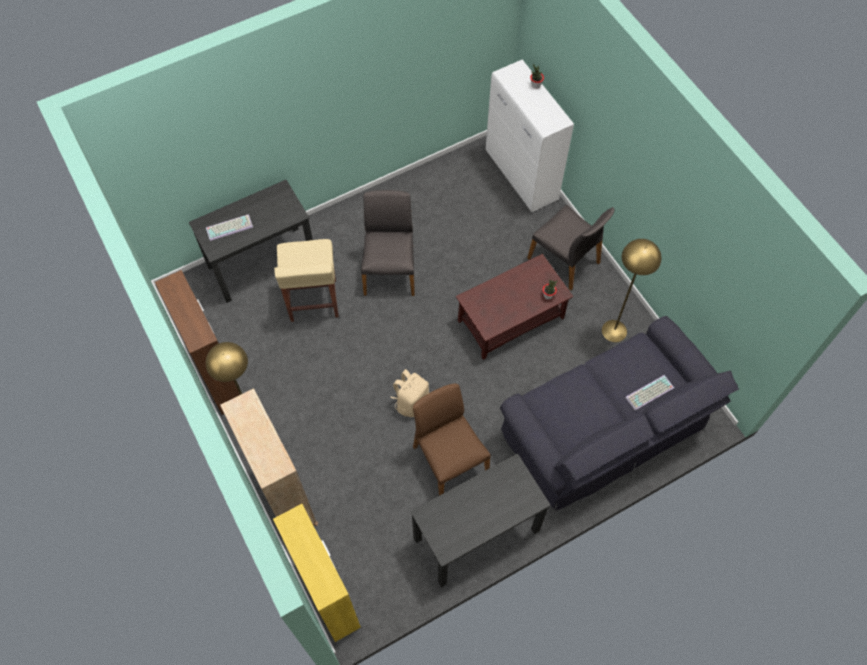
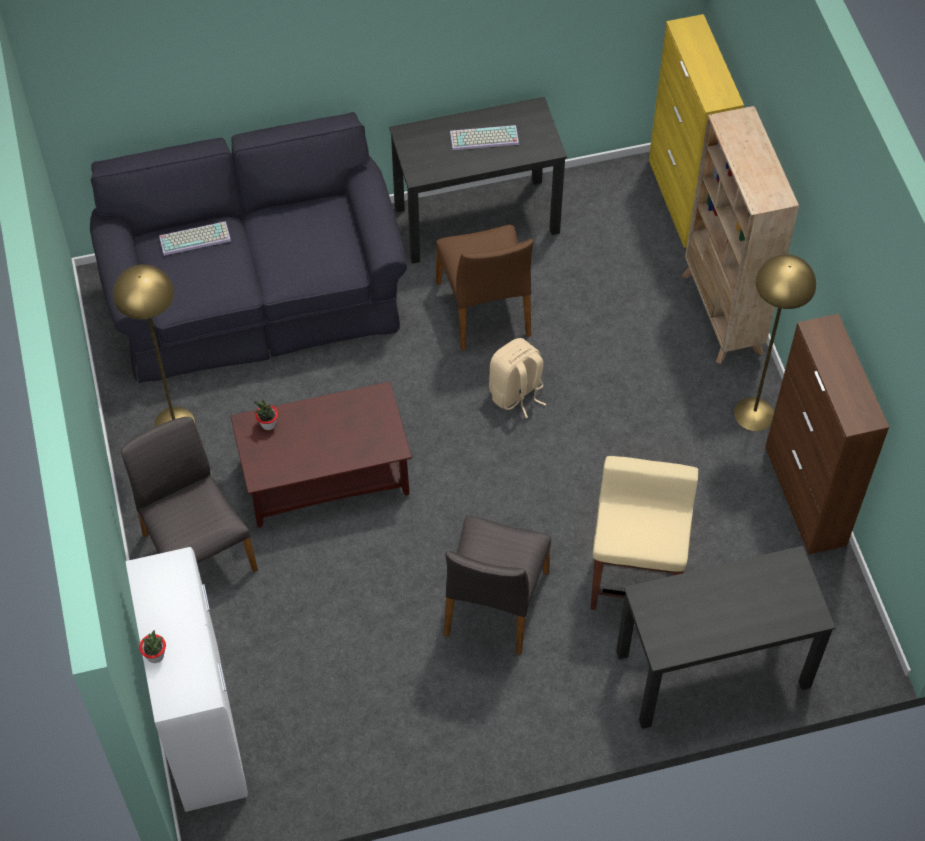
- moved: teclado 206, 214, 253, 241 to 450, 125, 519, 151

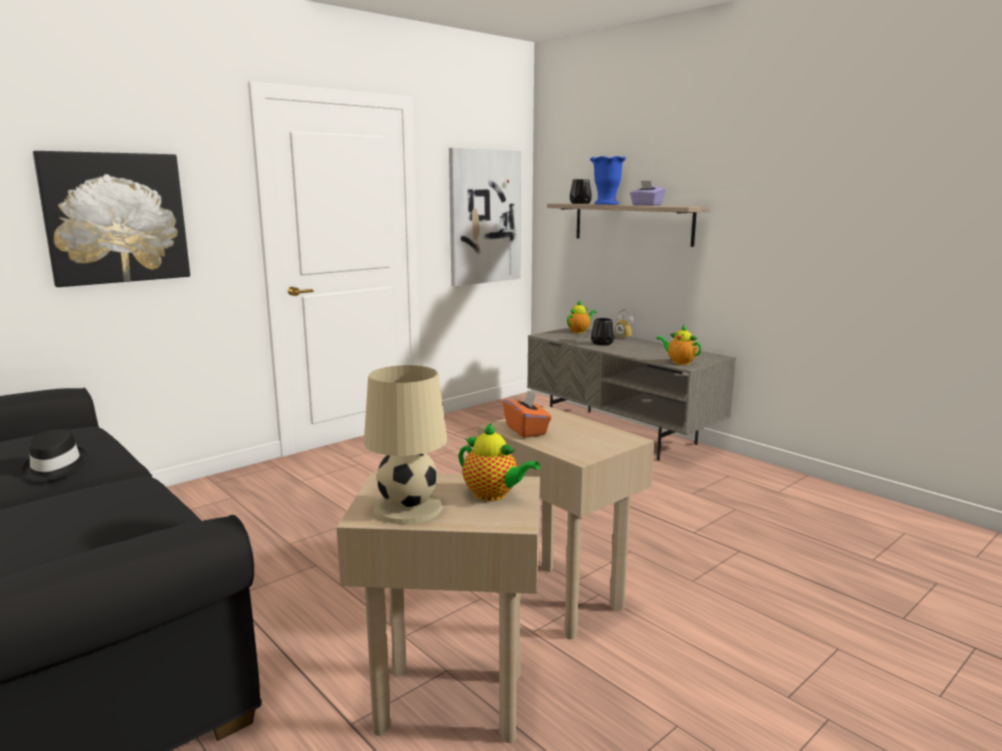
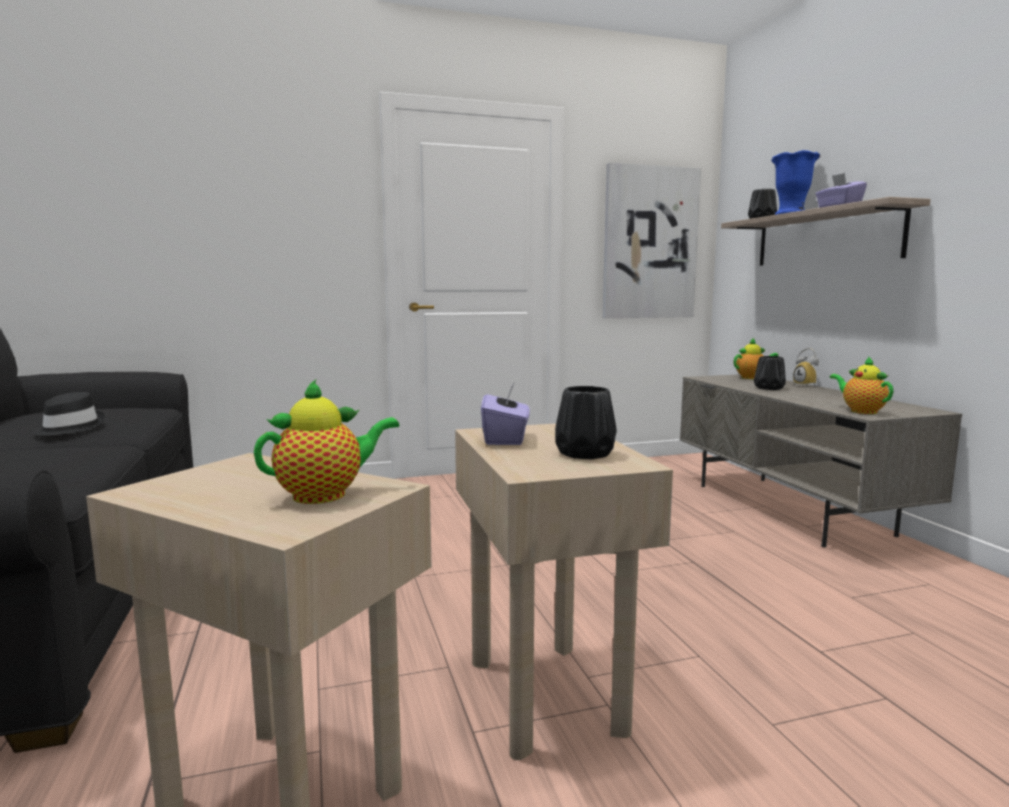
- removed: cuadro 33, 151, 190, 287
- removed: lámpara de mesa/beis 364, 365, 447, 524
- added: florero/negro 555, 386, 617, 459
- recoloured: caja de pañuelos/naranja 503, 390, 552, 438 to caja de pañuelos/morado 481, 382, 530, 445
- turned: tetera 459, 423, 540, 501 = 254, 380, 399, 504 90 degrees counterclockwise

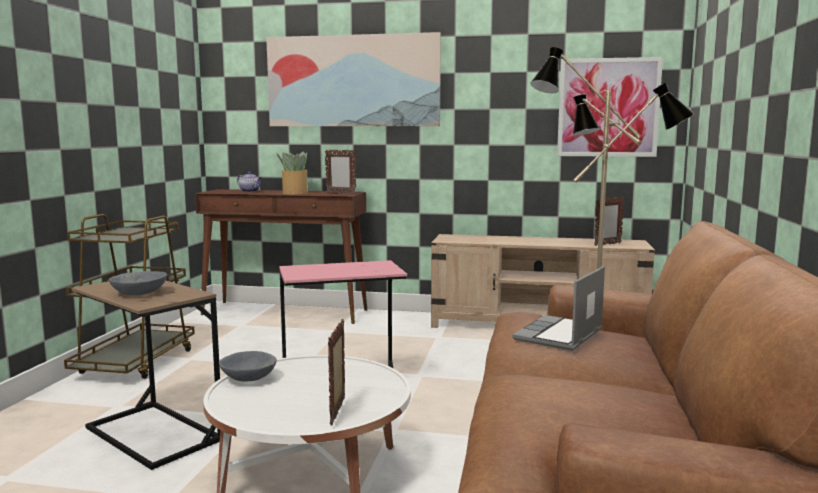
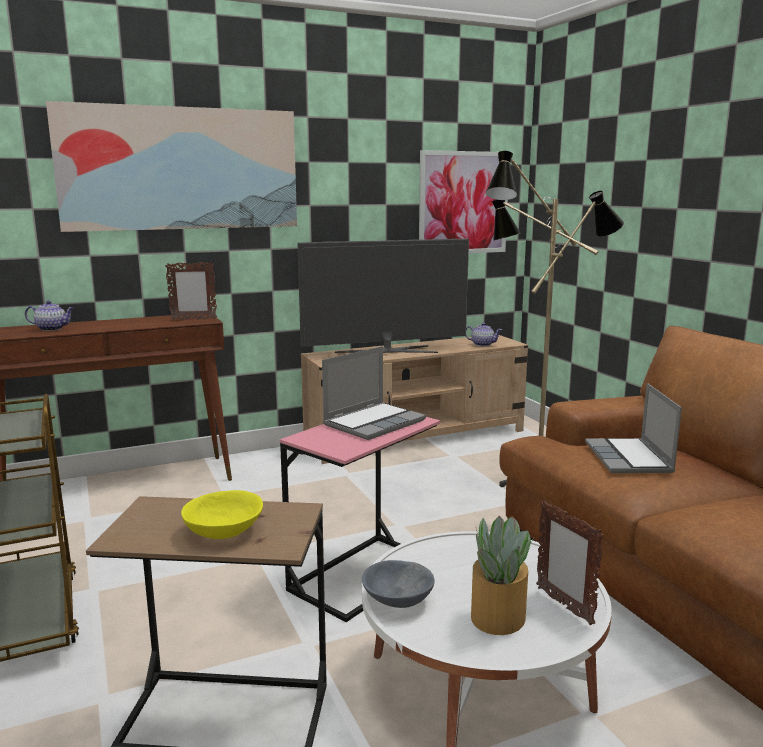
- added: televisor 297, 239, 469, 353
- added: portátil 322, 346, 426, 440
- moved: planta en maceta 277, 152, 308, 194 to 471, 516, 532, 635
- replaced: portarretratos 594, 197, 624, 246 to tetera 465, 323, 502, 346
- recoloured: cuenco/gris 109, 271, 167, 295 to cuenco/amarillo 181, 490, 263, 539

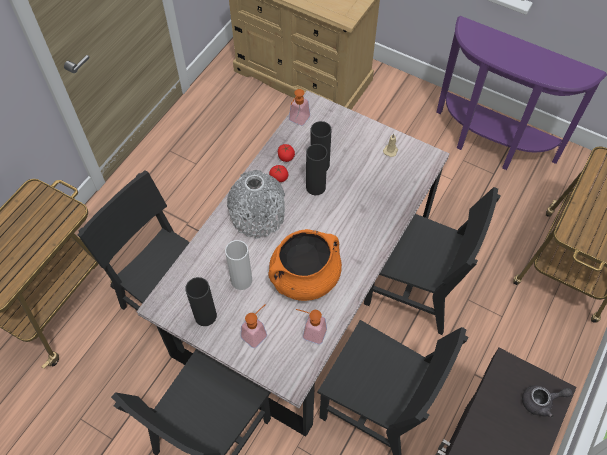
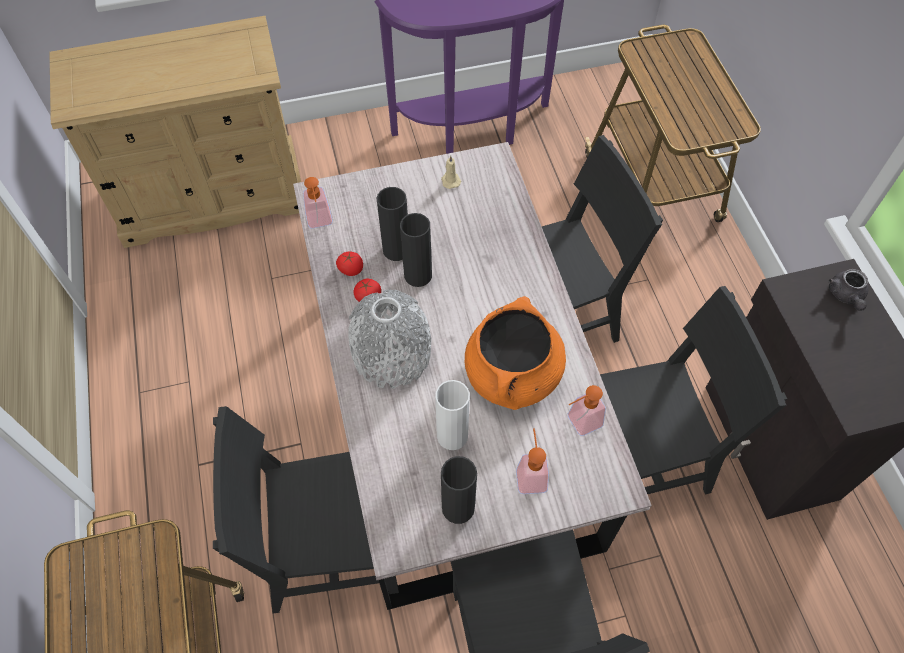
- turned: tetera/gris 522, 385, 572, 418 = 828, 269, 869, 311 150 degrees clockwise

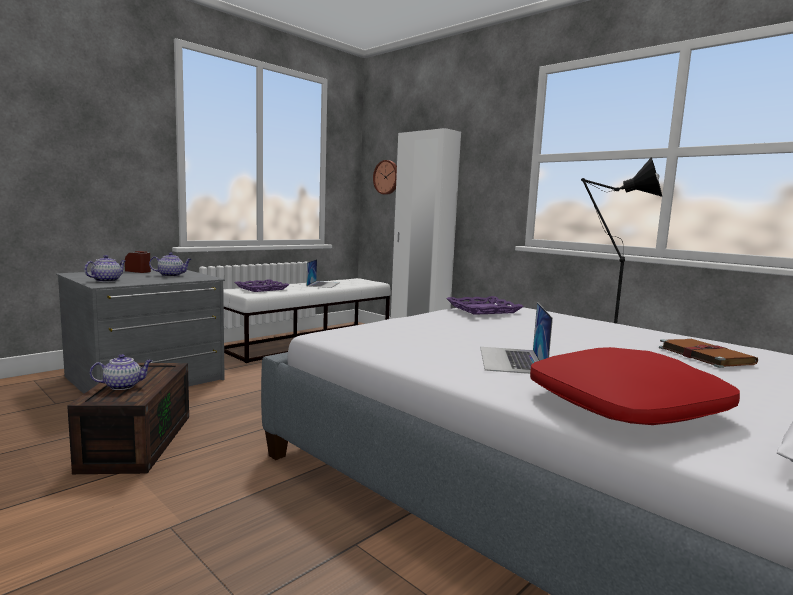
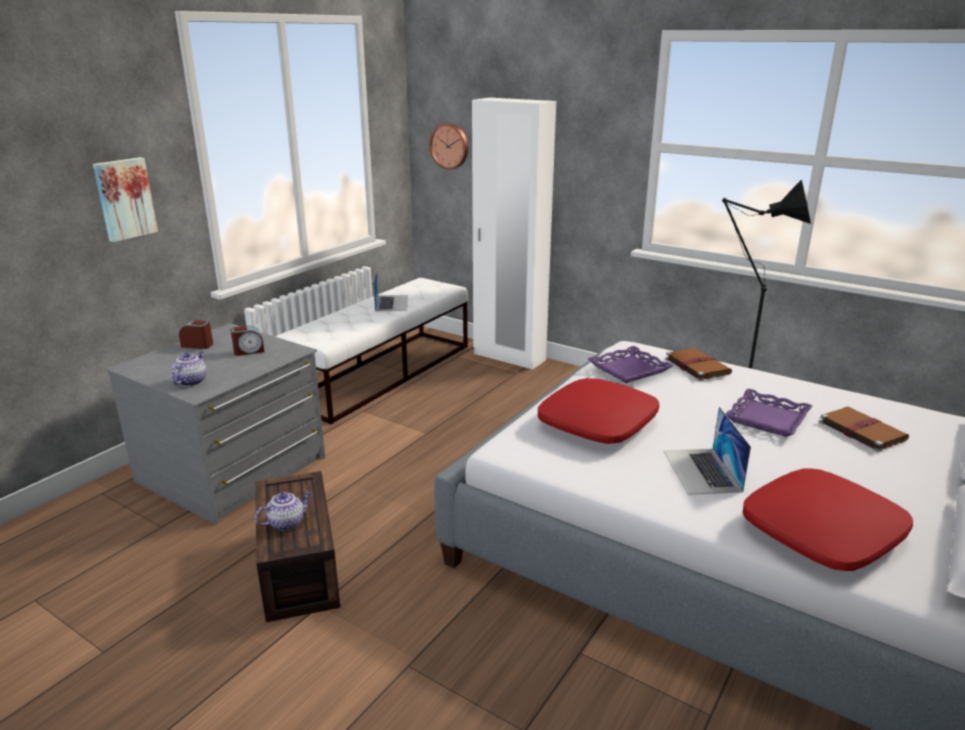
- added: cuadro 93, 157, 158, 242
- added: cojín/rojo 538, 378, 659, 444
- added: libro/marrón 665, 348, 732, 381
- moved: bandeja/morado 234, 279, 289, 292 to 726, 389, 812, 437
- replaced: tetera 149, 252, 192, 277 to despertador 230, 326, 264, 356

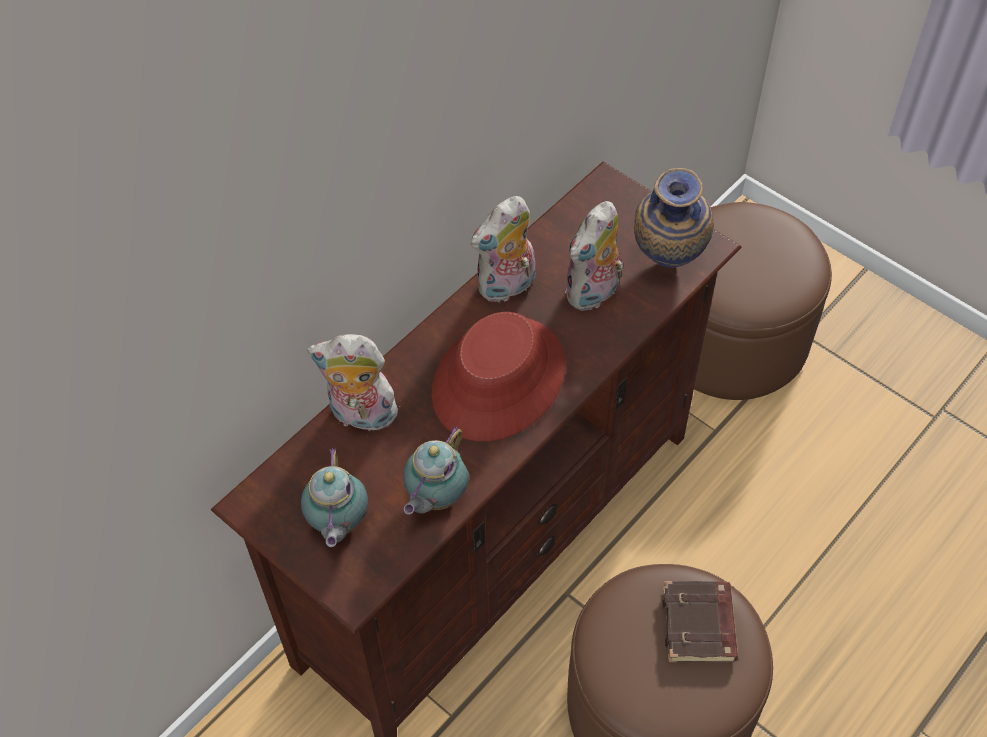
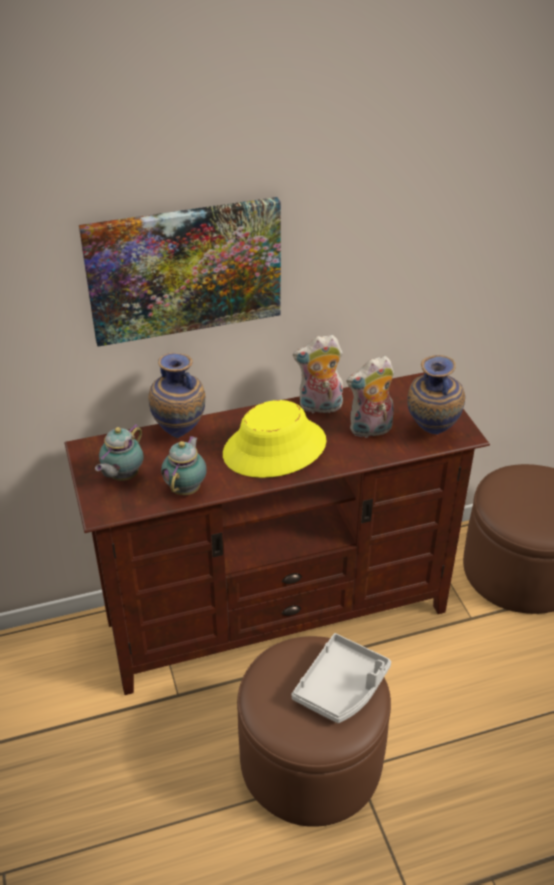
- added: cuadro 79, 197, 281, 347
- replaced: peluche 307, 334, 401, 436 to florero 148, 353, 205, 438
- replaced: libro/marrón 662, 581, 738, 662 to bandeja/gris 292, 633, 391, 723
- recoloured: sombrero/rojo 432, 312, 565, 441 to sombrero/amarillo 223, 400, 327, 478
- turned: tetera 403, 426, 469, 515 = 161, 436, 207, 495 135 degrees clockwise

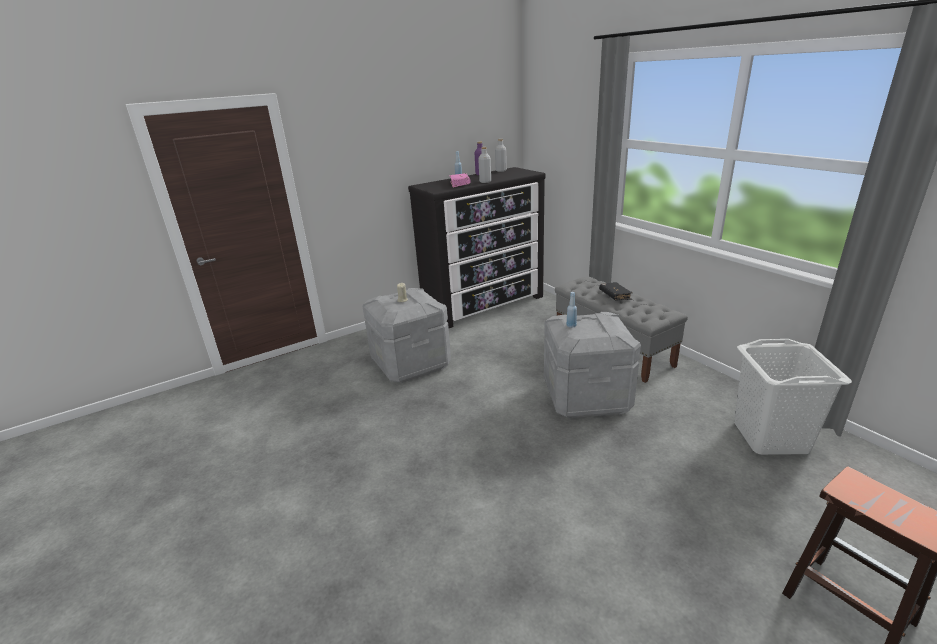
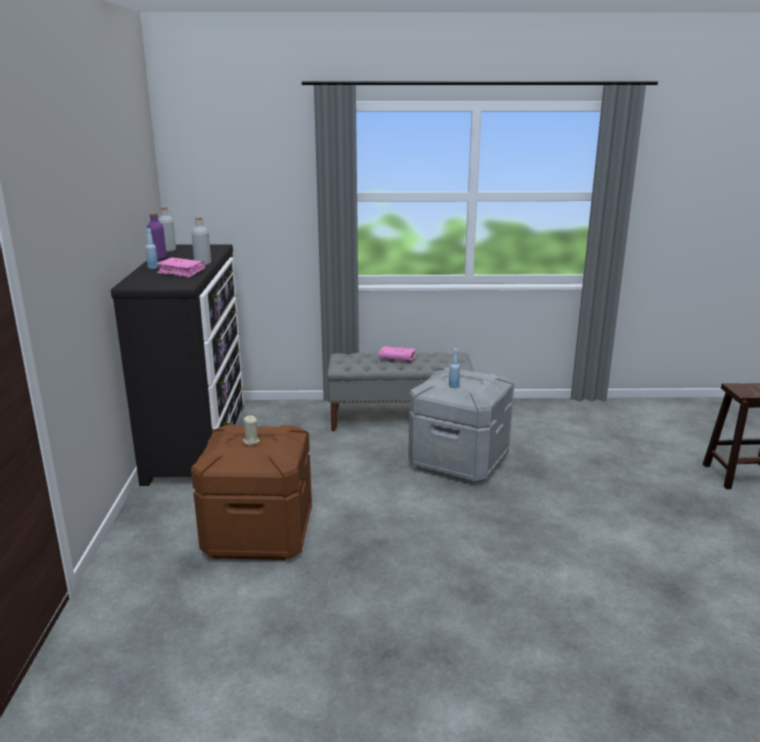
- removed: cesto de la ropa/blanco 734, 339, 852, 455
- recoloured: caja de almacenaje/gris 363, 288, 451, 383 to caja de almacenaje/marrón 191, 424, 312, 560
- recoloured: libro/negro 599, 282, 633, 300 to libro/rosa 378, 346, 416, 361

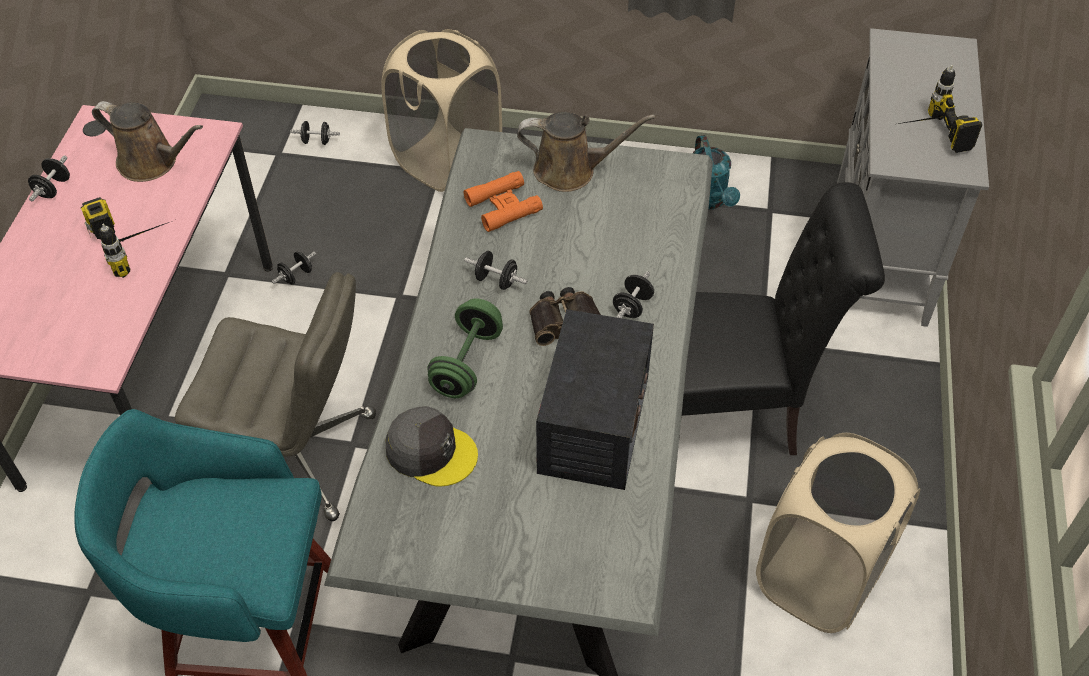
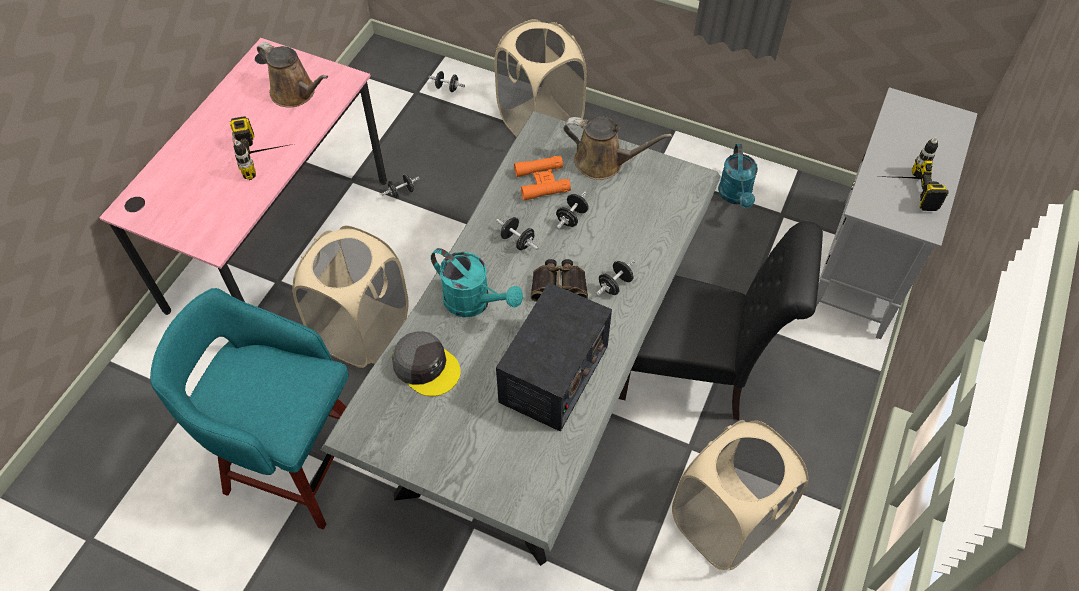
- moved: mancuerna/negro 28, 156, 70, 201 to 556, 192, 589, 229
- replaced: silla de oficina/gris 175, 272, 376, 521 to cesto de la ropa/beis 292, 225, 409, 368
- replaced: mancuerna/verde 427, 298, 503, 398 to regadera/turquesa 431, 248, 523, 317

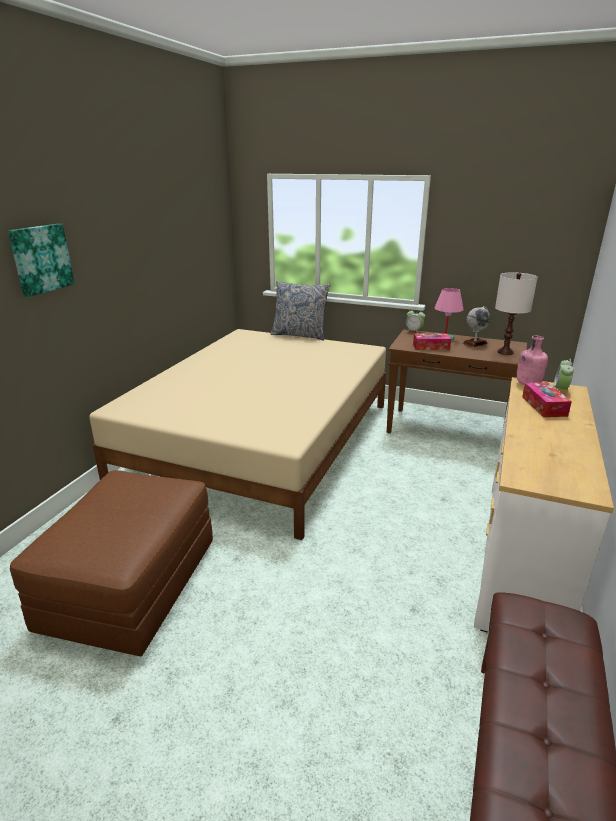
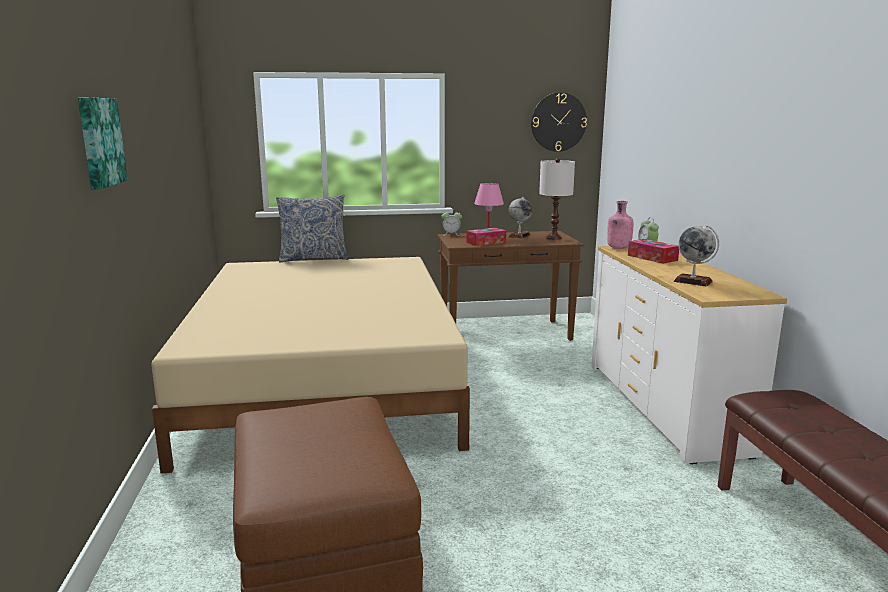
- added: reloj de pared 531, 93, 587, 152
- added: globo terráqueo 673, 225, 719, 287

